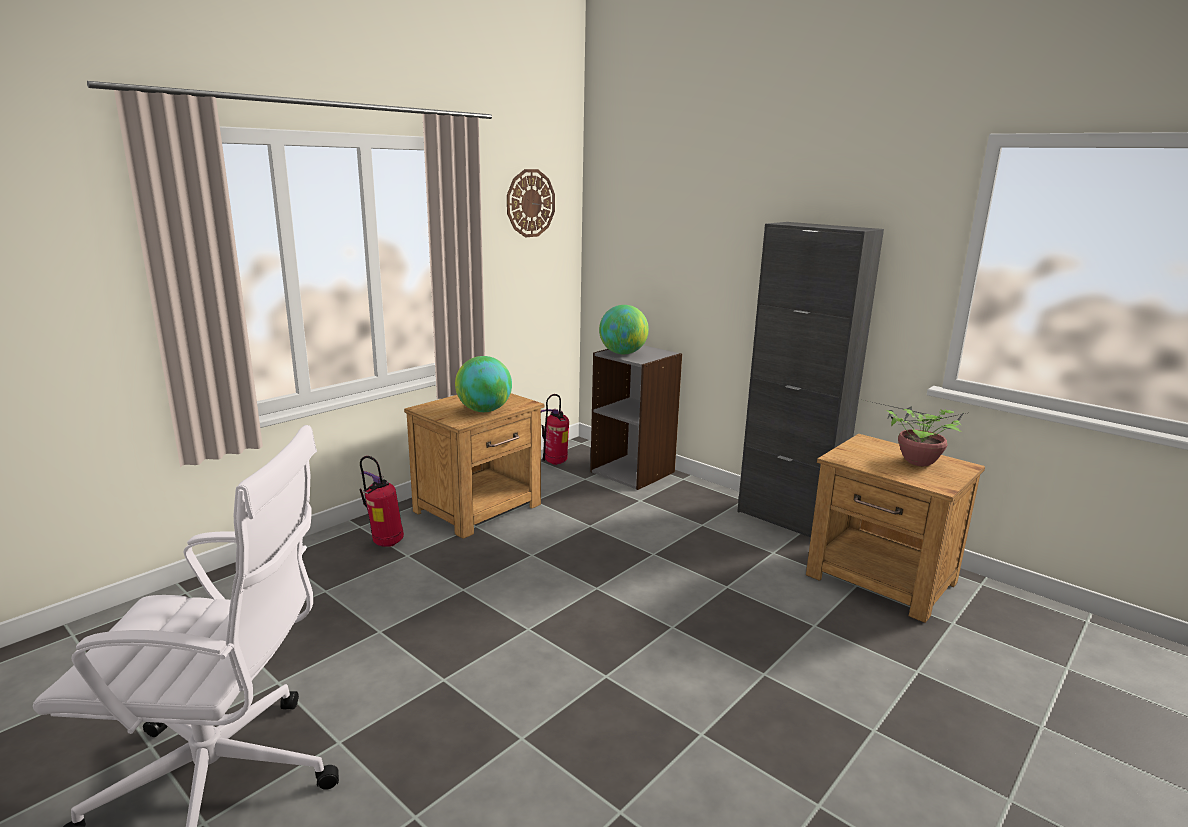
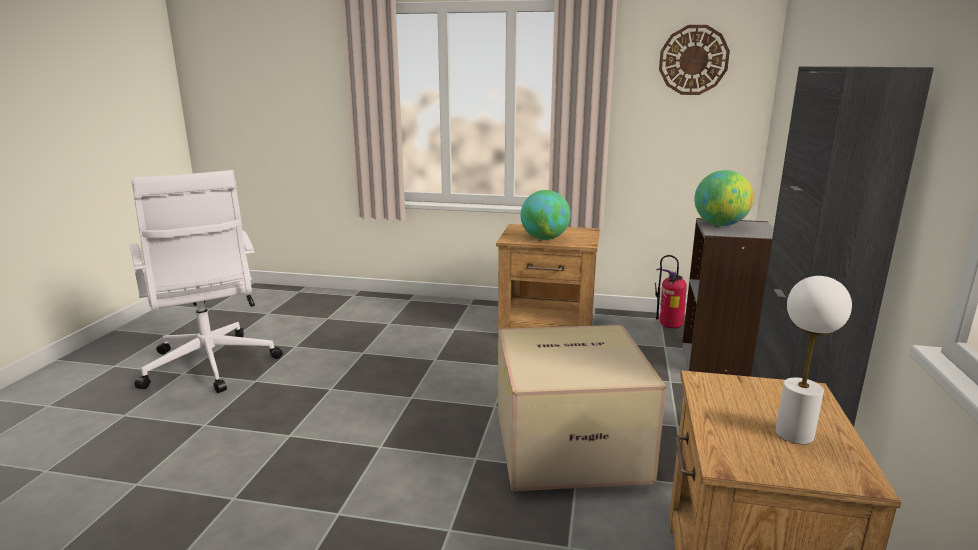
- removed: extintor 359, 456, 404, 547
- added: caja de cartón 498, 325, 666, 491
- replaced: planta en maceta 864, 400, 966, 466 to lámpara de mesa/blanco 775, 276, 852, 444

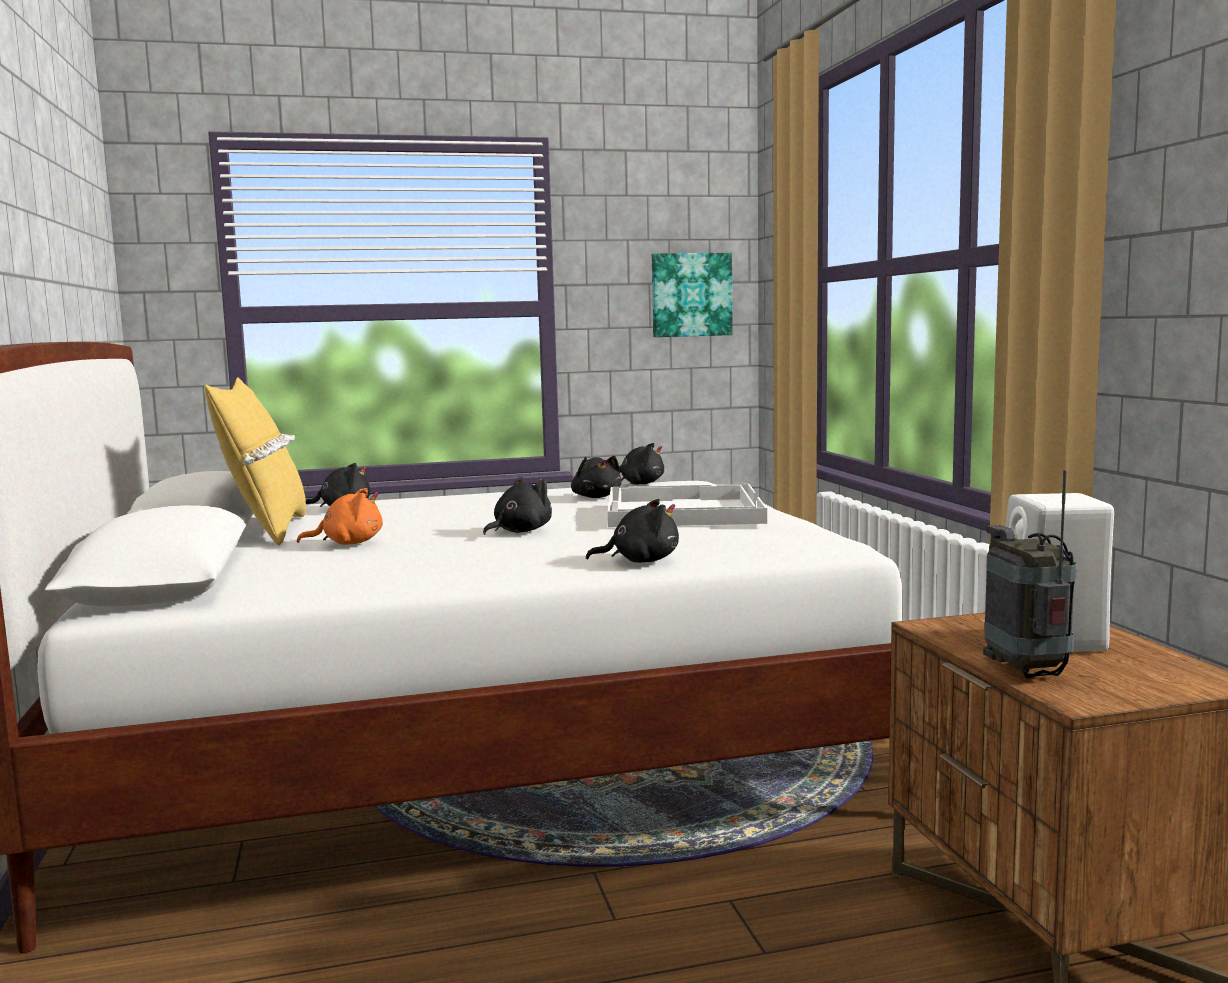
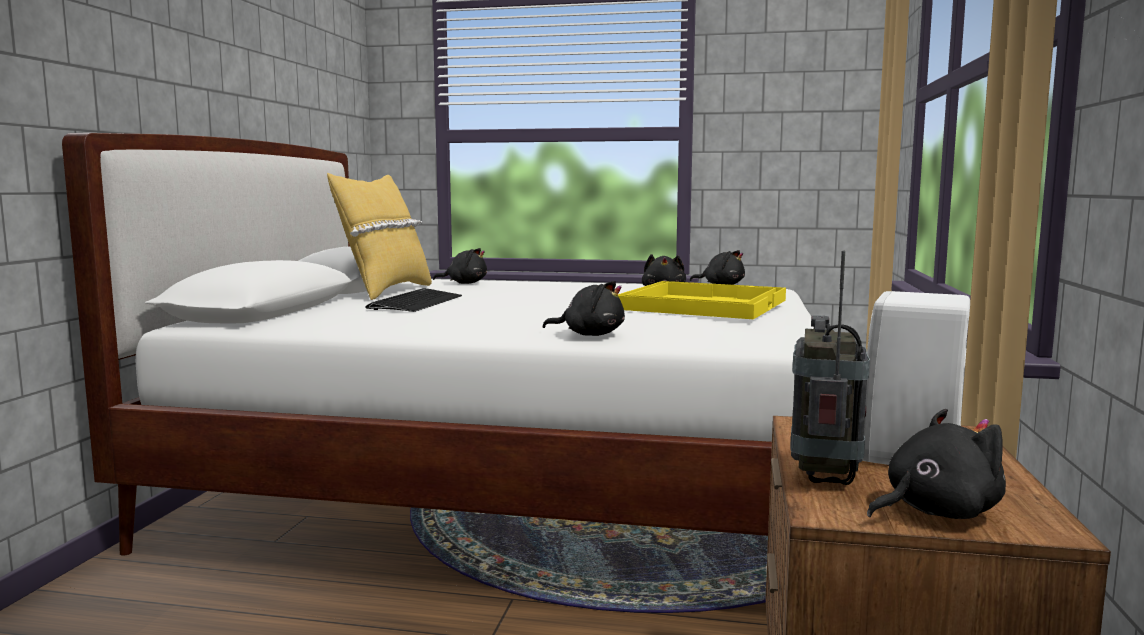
- removed: cuadro 652, 253, 733, 337
- moved: peluche/negro 483, 477, 552, 535 to 867, 409, 1006, 519
- replaced: peluche/naranja 297, 488, 382, 545 to teclado 365, 288, 462, 312
- recoloured: bandeja/blanco 608, 484, 767, 527 to bandeja/amarillo 618, 281, 786, 319

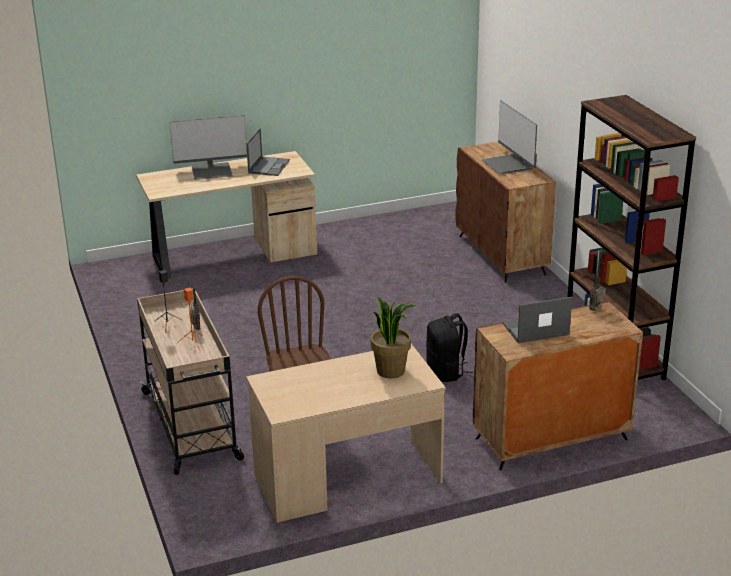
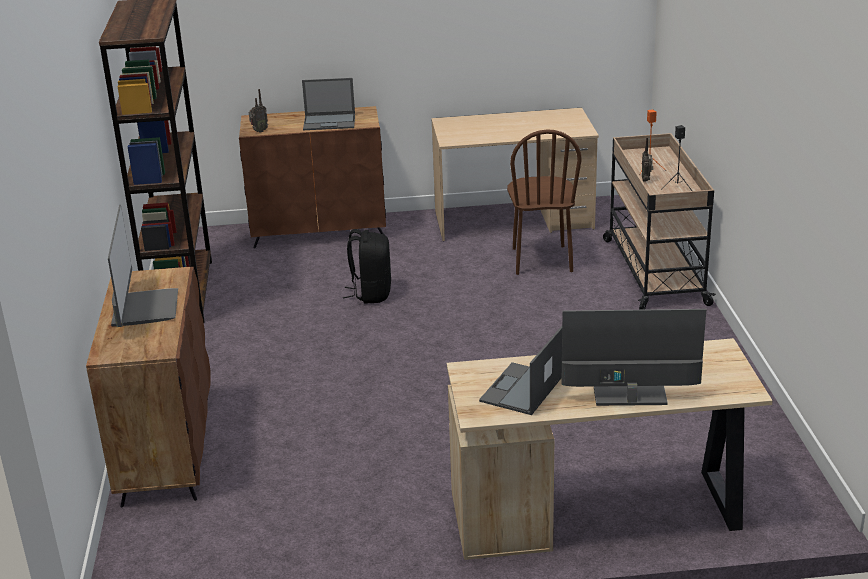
- removed: planta en maceta 371, 297, 416, 379

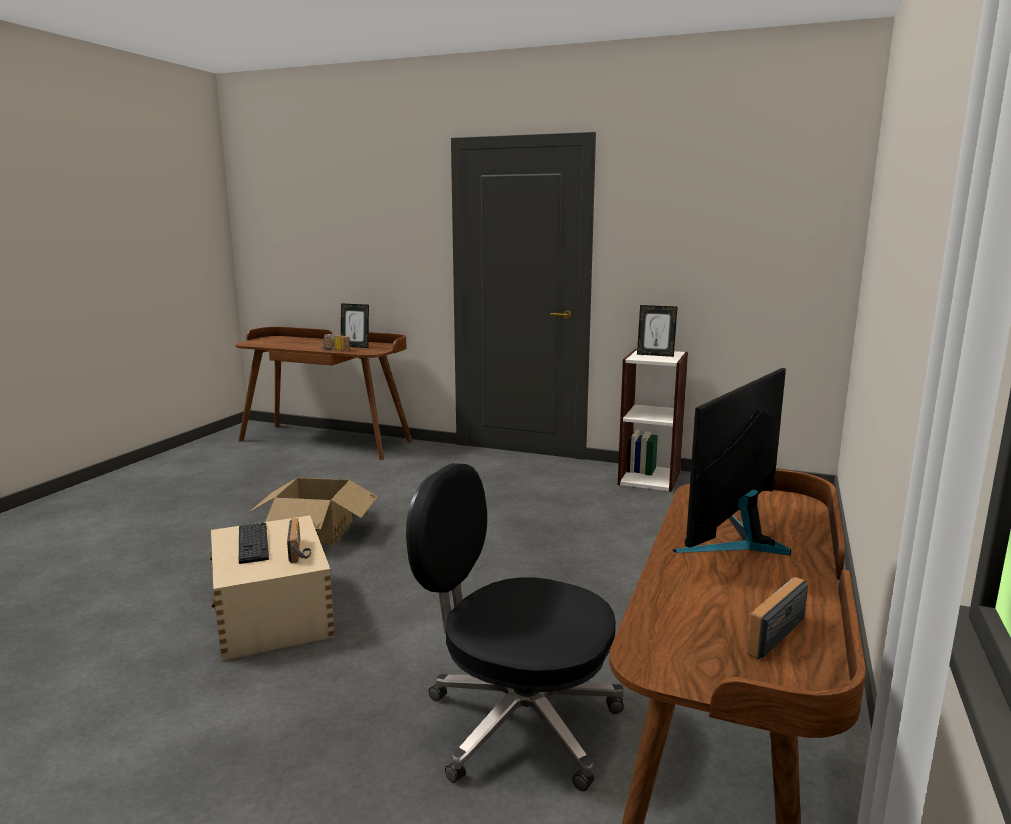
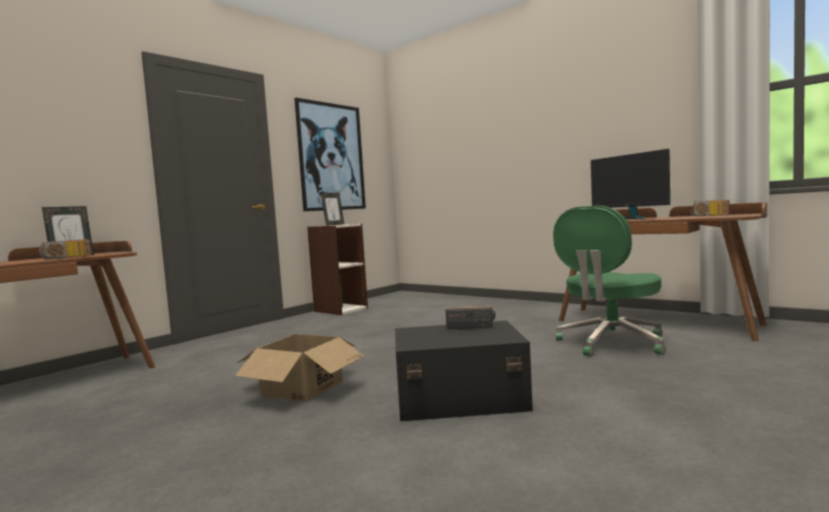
- removed: teclado 239, 522, 269, 564
- added: cuadro 294, 98, 366, 211
- recoloured: caja de almacenaje/beis 210, 516, 335, 661 to caja de almacenaje/negro 395, 321, 533, 421
- recoloured: silla de oficina/negro 406, 463, 624, 791 to silla de oficina/verde 553, 205, 666, 357

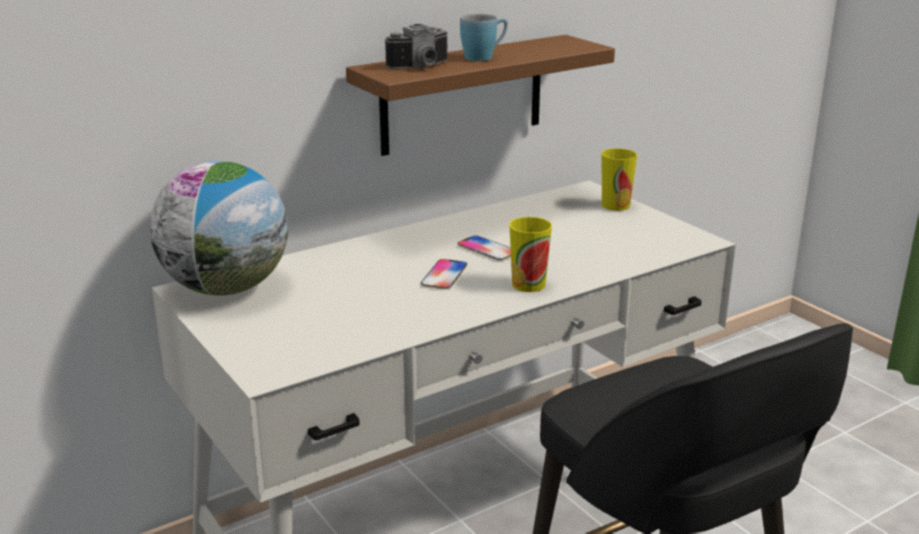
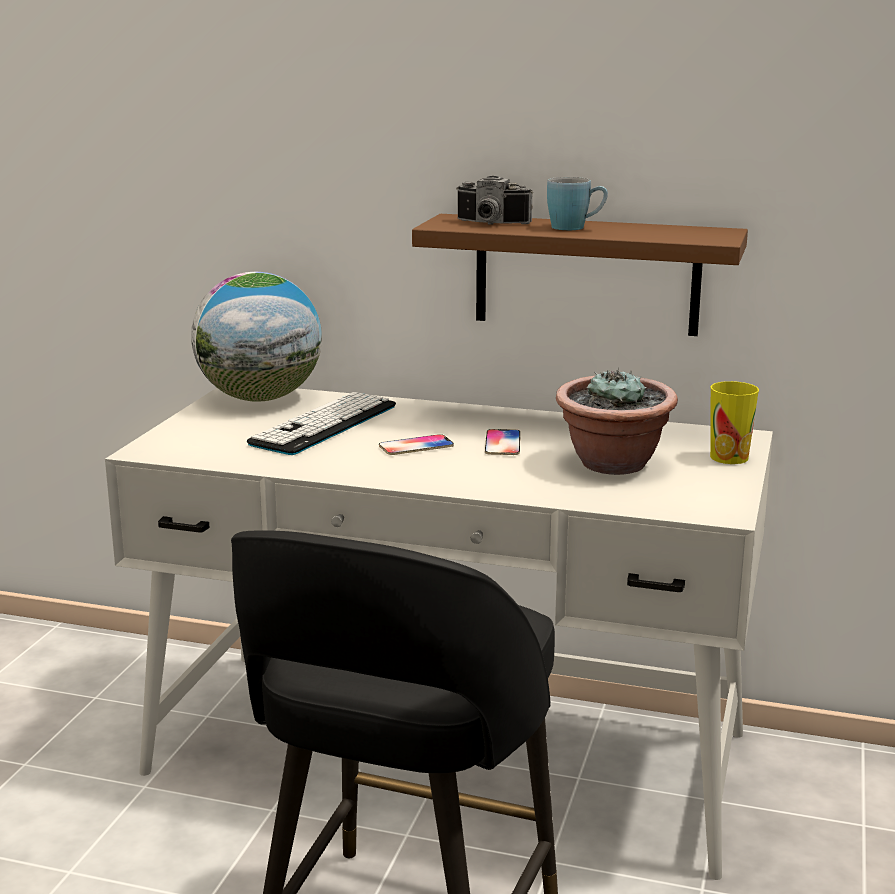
- removed: taza 509, 217, 552, 292
- added: teclado 247, 392, 396, 455
- added: planta en maceta 556, 368, 678, 475

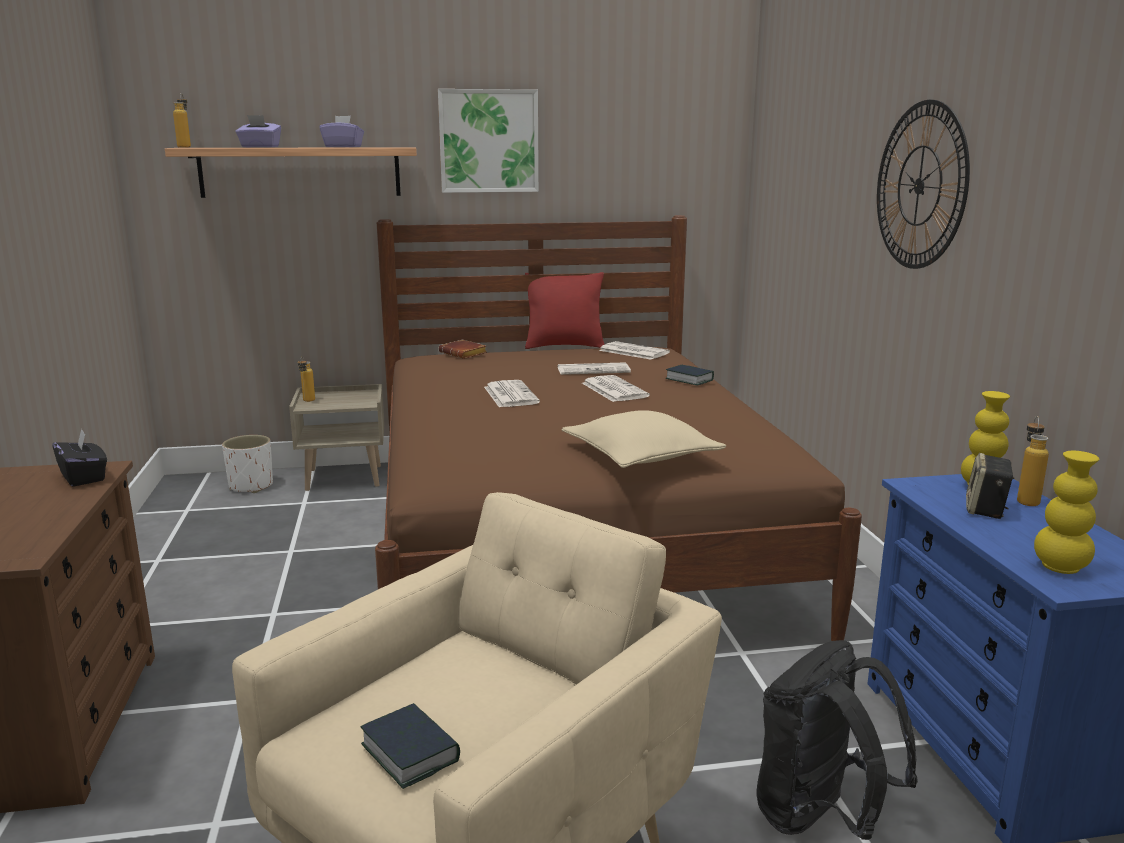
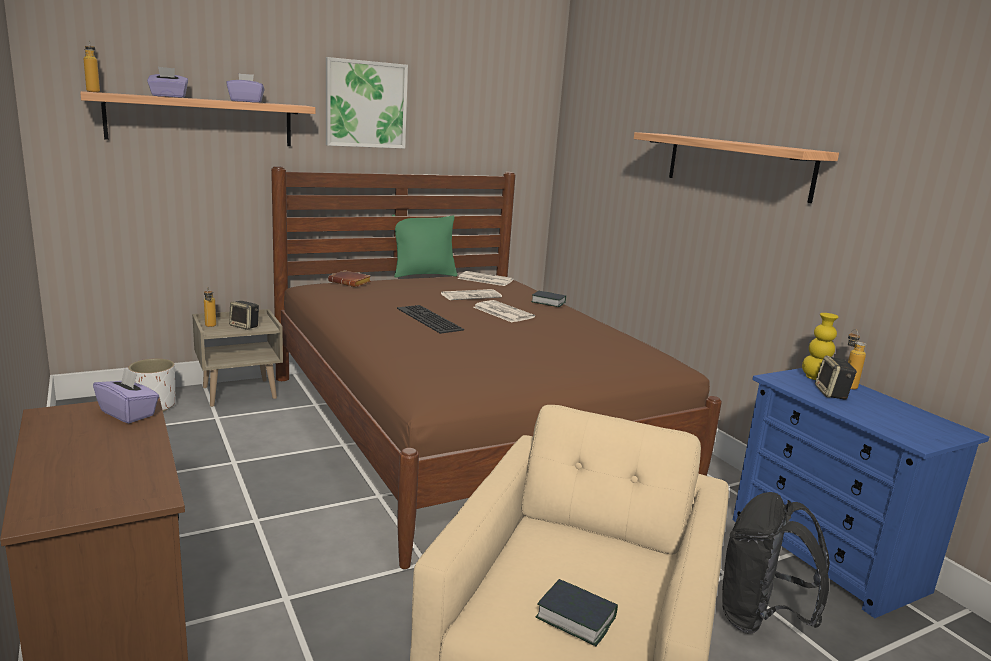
- removed: cojín/beis 562, 410, 726, 468
- removed: florero/amarillo 1034, 451, 1099, 574
- added: altavoz 229, 301, 259, 330
- replaced: periódico 484, 380, 540, 407 to teclado 397, 305, 464, 334
- replaced: reloj de pared 877, 100, 970, 269 to estante 634, 132, 839, 203
- recoloured: caja de pañuelos/negro 52, 429, 107, 487 to caja de pañuelos/morado 93, 368, 159, 423
- recoloured: cojín/rojo 525, 272, 605, 349 to cojín/verde 392, 215, 458, 278

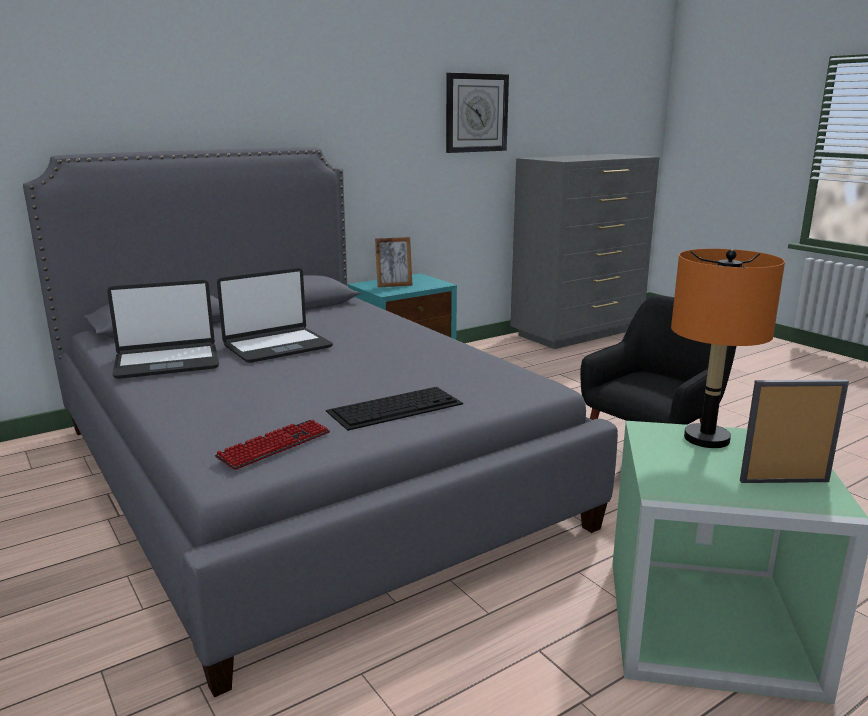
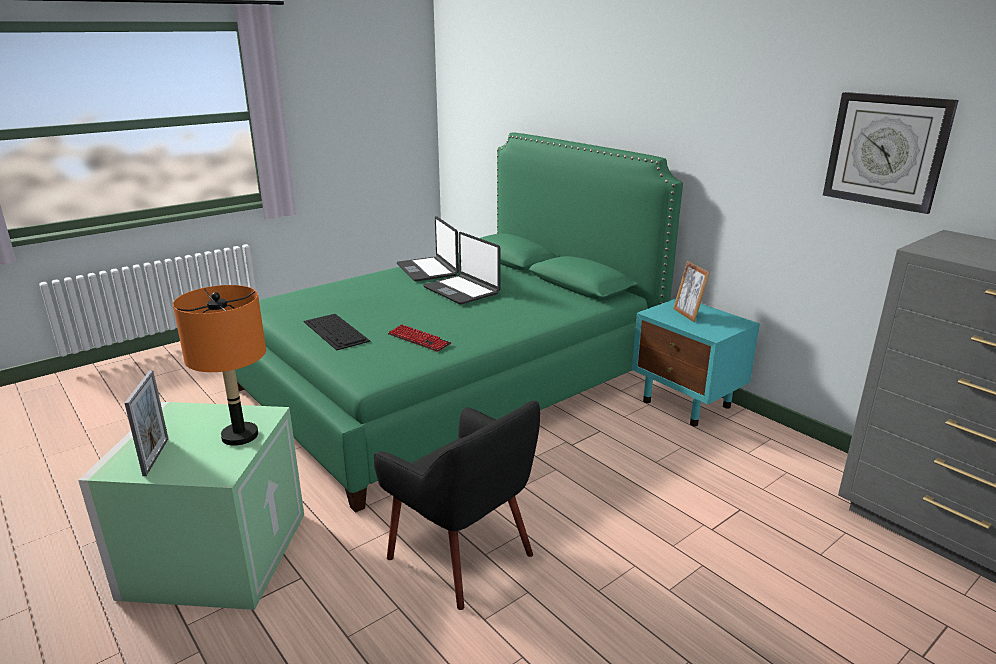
- moved: teclado 215, 420, 330, 470 to 388, 324, 451, 352
- recoloured: cama/gris 23, 147, 618, 697 to cama/verde 235, 133, 683, 513

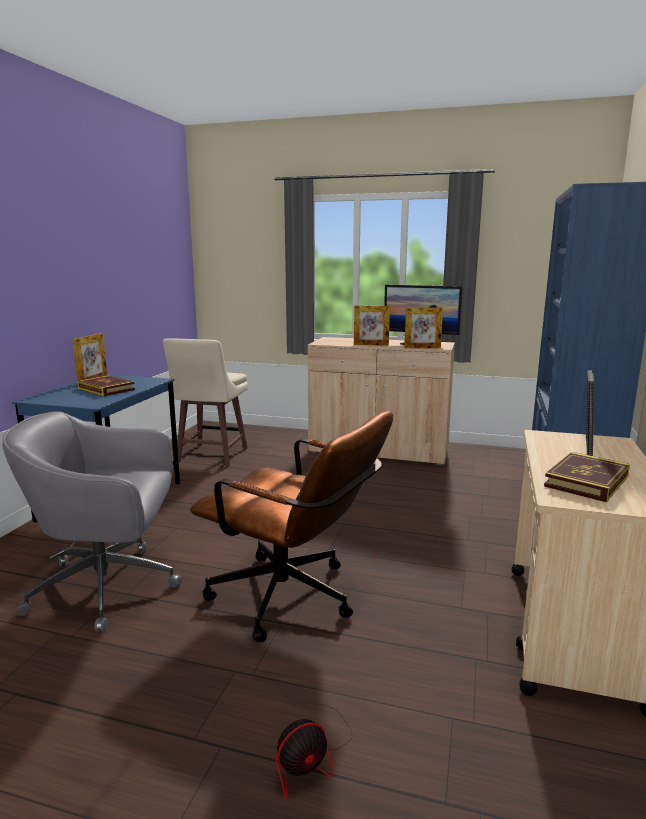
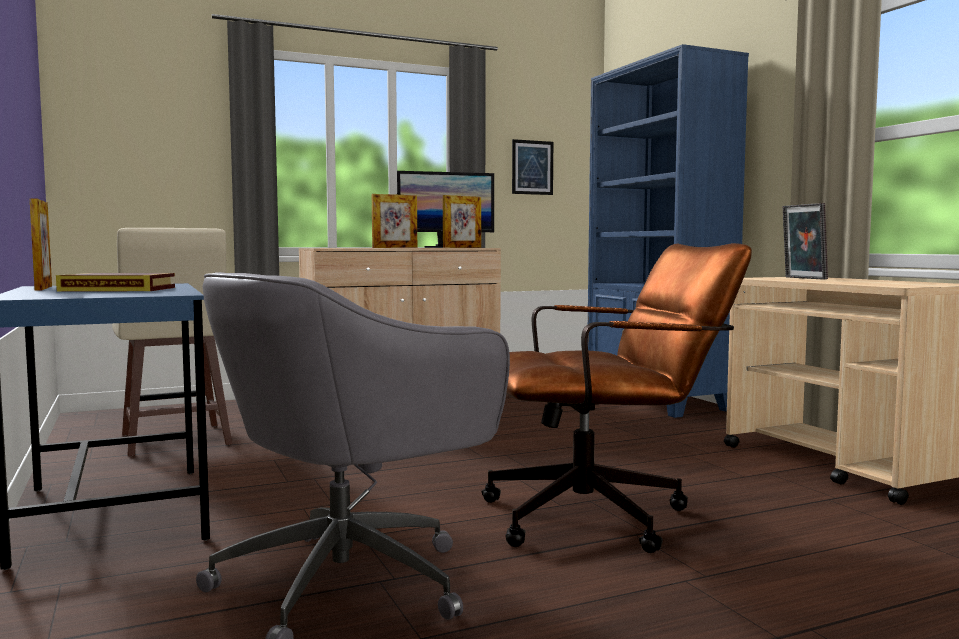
- removed: ventilador 276, 688, 353, 799
- removed: libro 544, 452, 630, 502
- added: cuadro 512, 139, 553, 195

